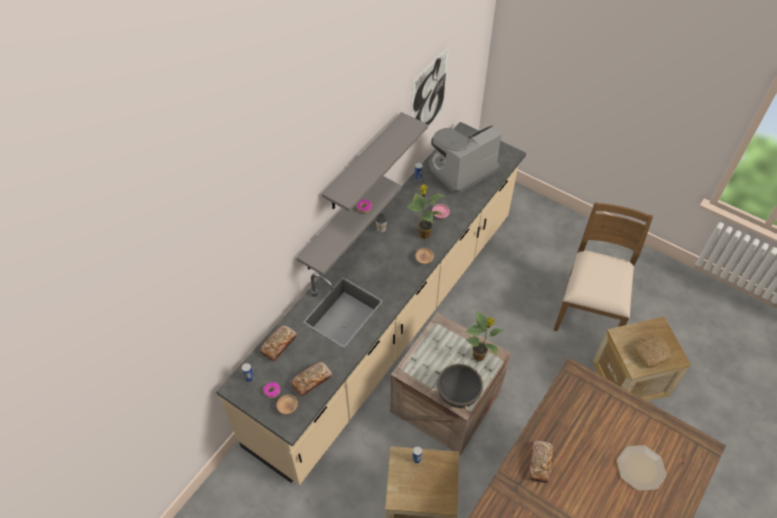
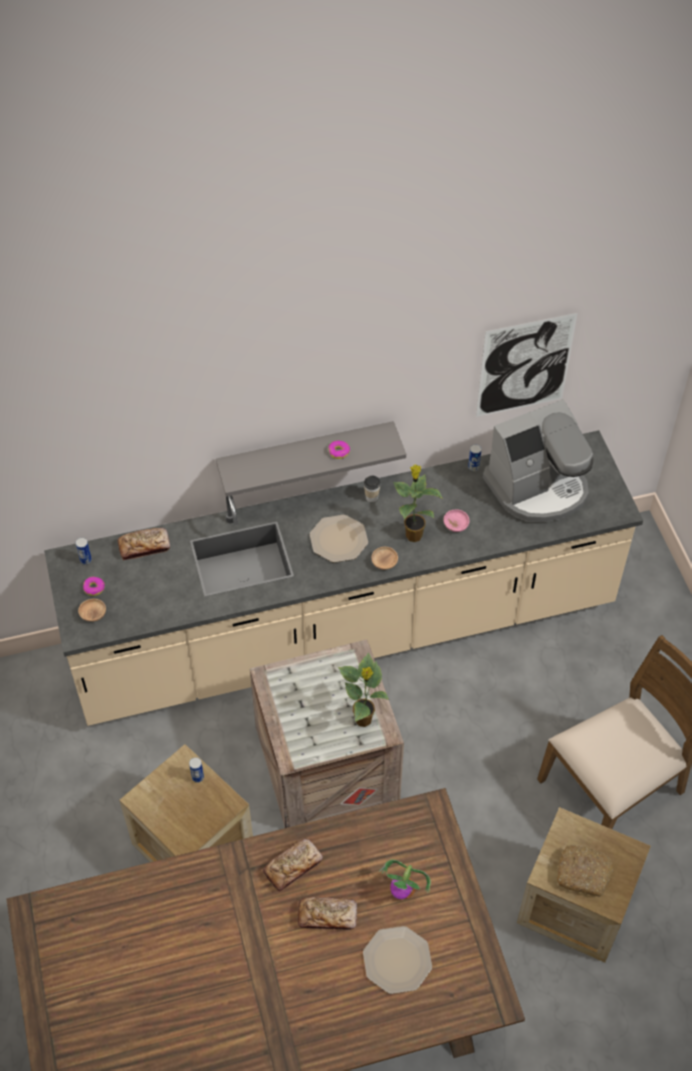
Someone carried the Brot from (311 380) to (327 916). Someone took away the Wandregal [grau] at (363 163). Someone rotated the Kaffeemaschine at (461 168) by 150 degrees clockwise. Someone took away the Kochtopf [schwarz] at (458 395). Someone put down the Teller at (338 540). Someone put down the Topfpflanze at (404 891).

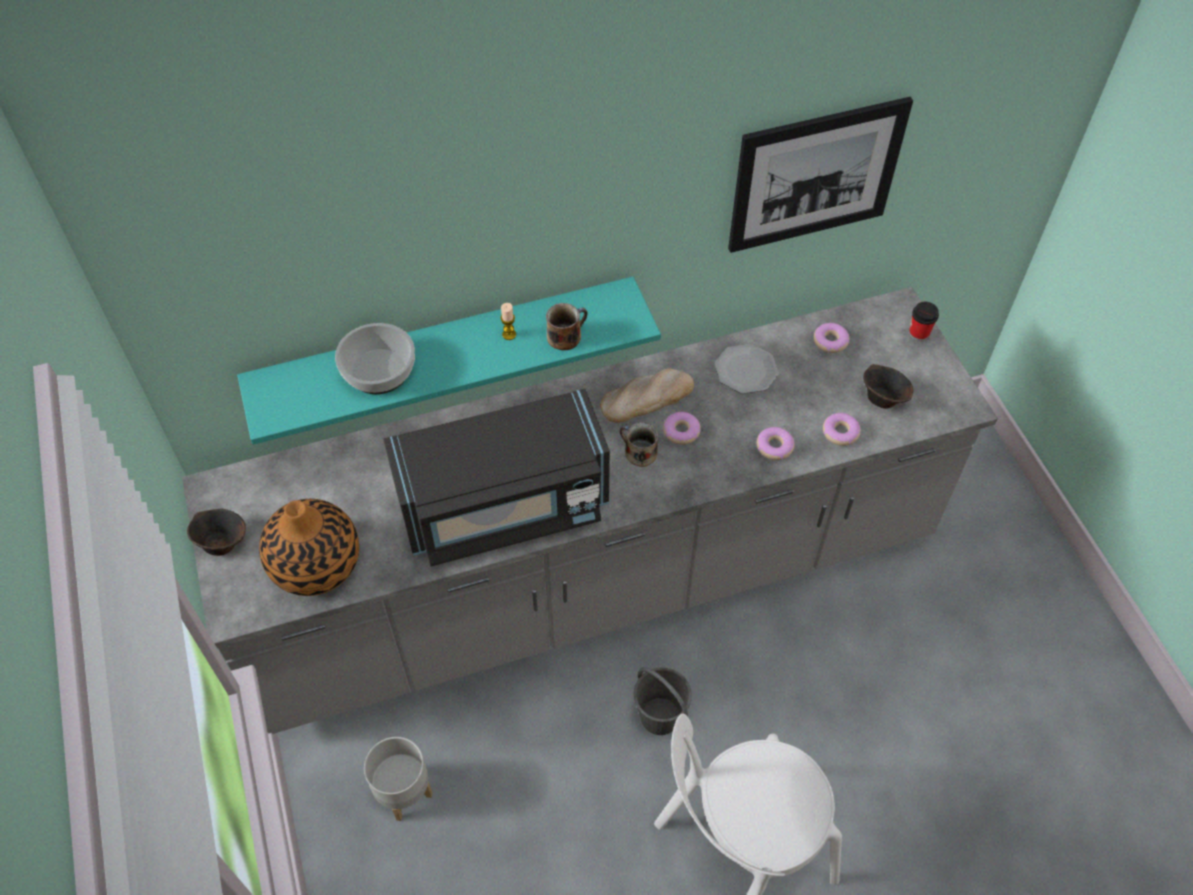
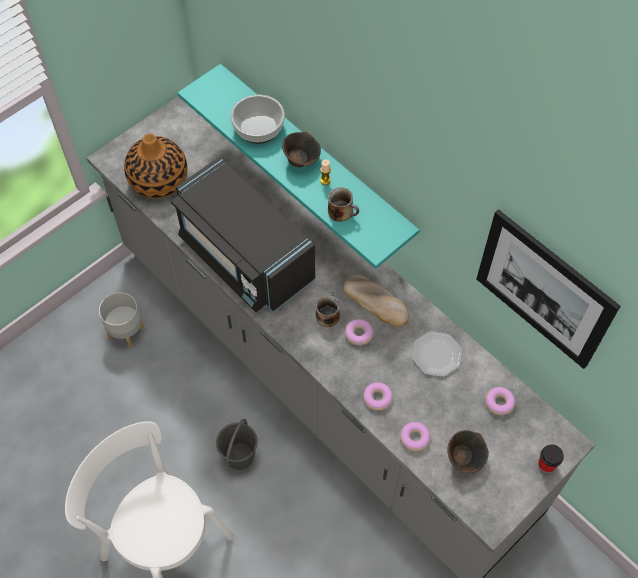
Someone carried the Schüssel [braun] from (222 542) to (301 159).

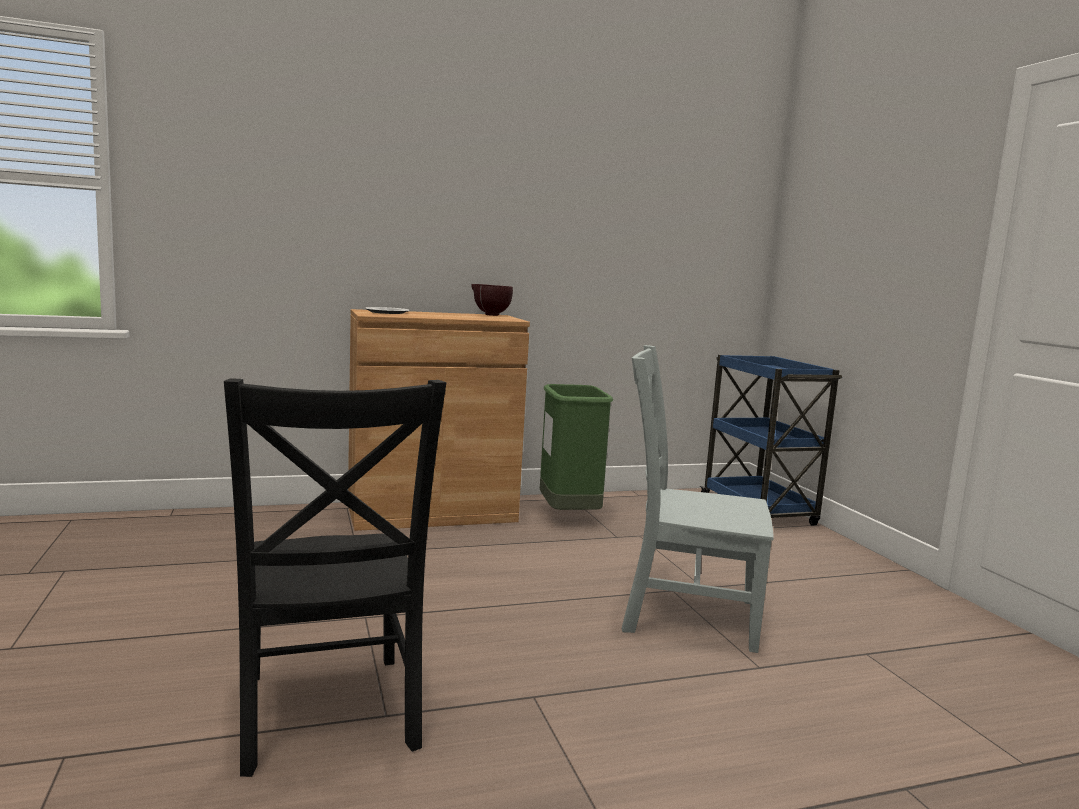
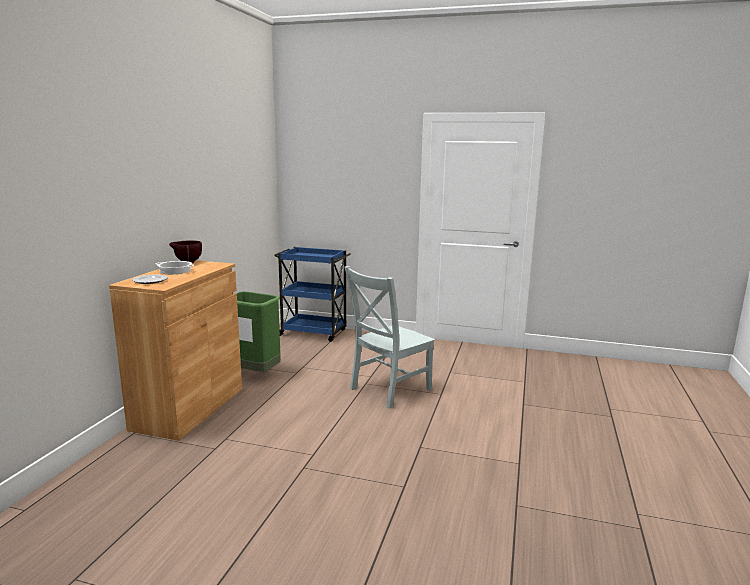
Someone took away the Stuhl [schwarz] at (327 716). Someone put down the Kochtopf at (175 271).

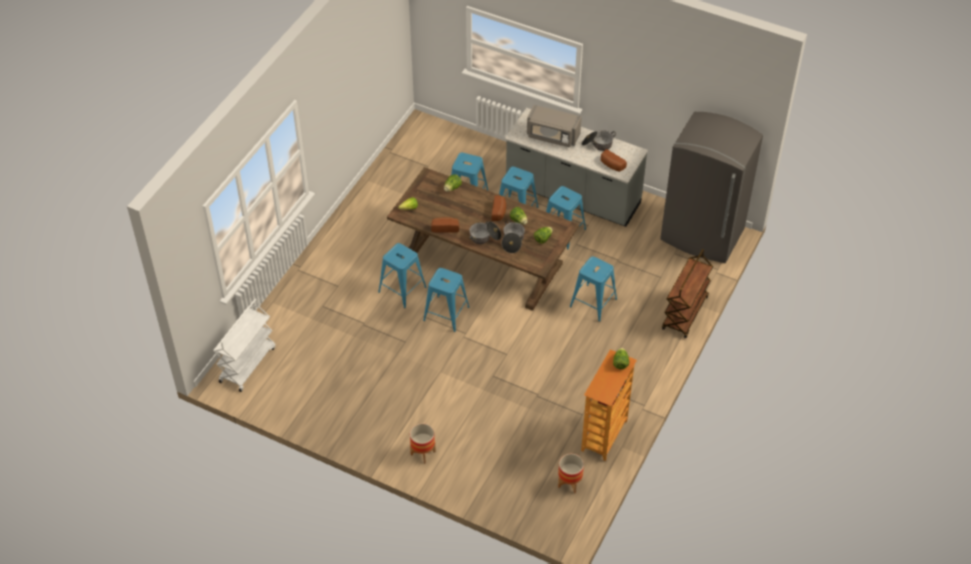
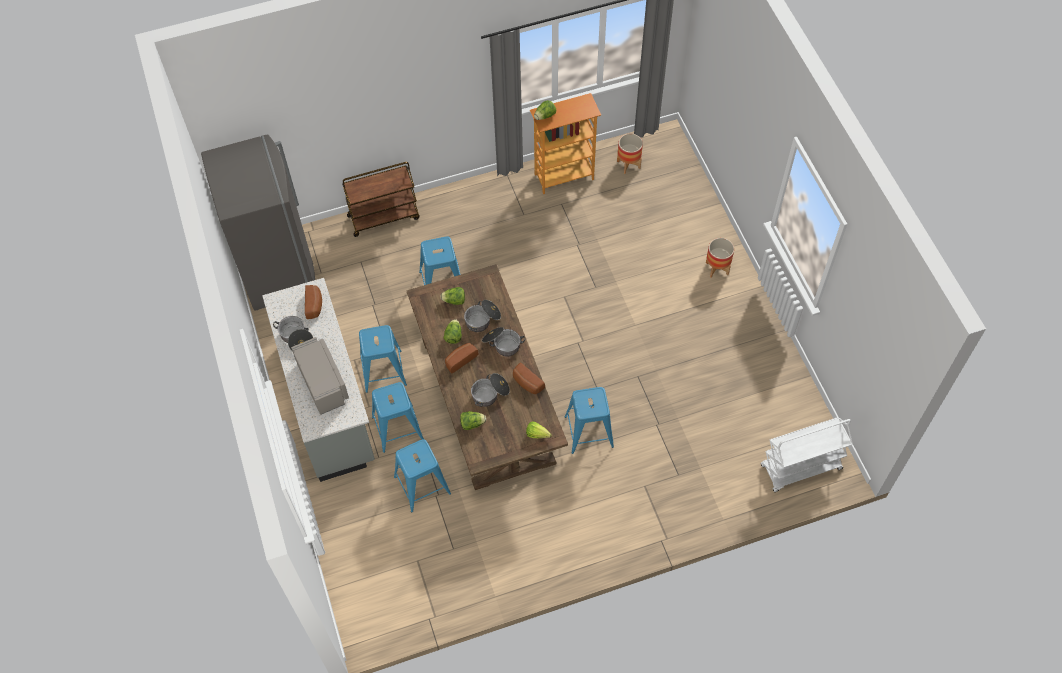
Someone took away the Hocker [blau] at (446 313). Someone put down the Kochtopf at (490 394).

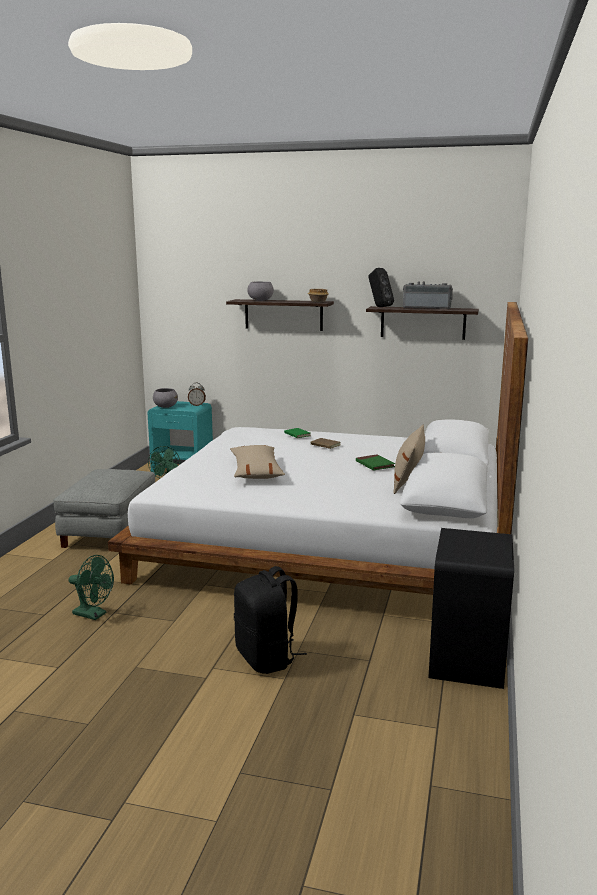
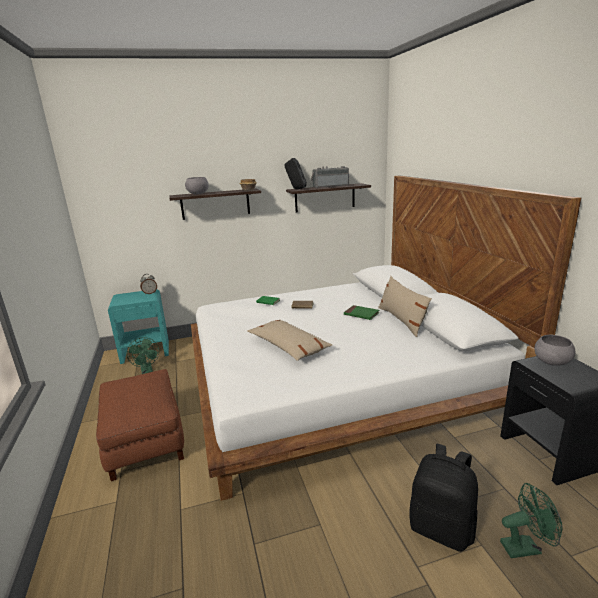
Someone repainted the Polsterhocker [grau] at (110 532), which became the Polsterhocker [braun] at (144 441). Someone carried the Ventilator [grün] from (94 615) to (525 546). Someone carried the Schüssel [grau] from (165 407) to (551 362).

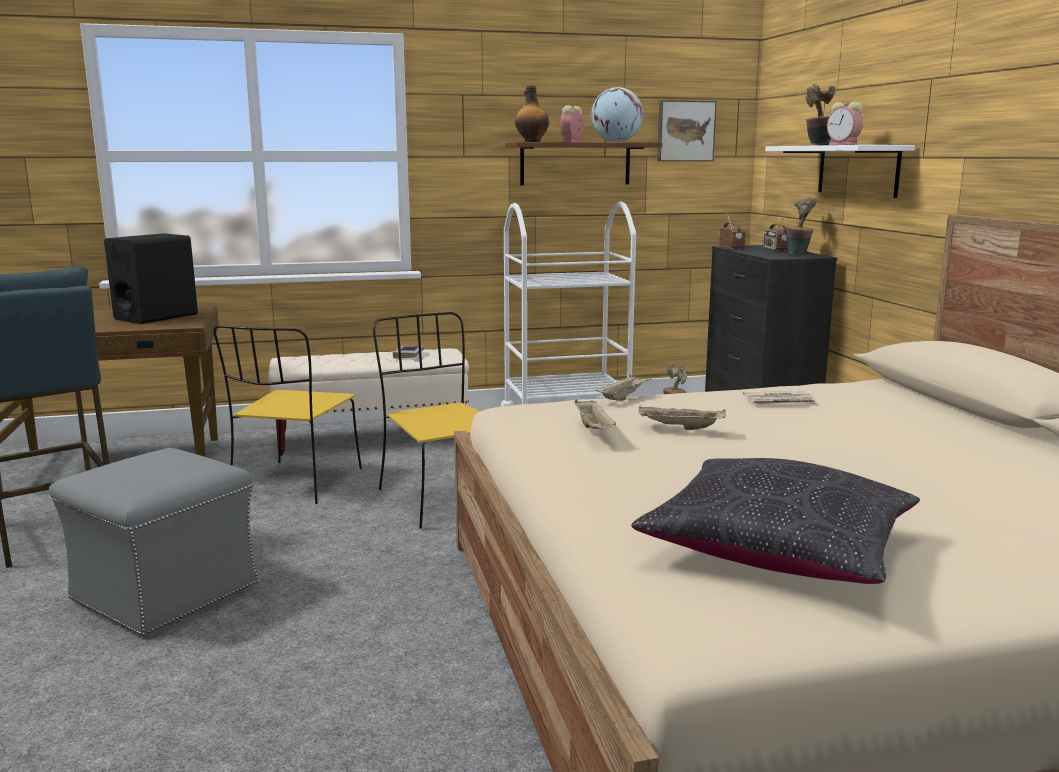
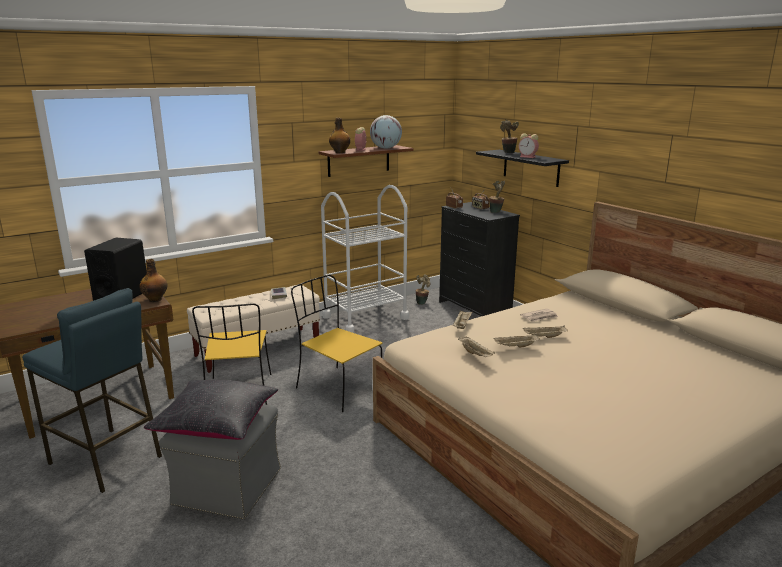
Someone carried the Kissen [schwarz] from (777 550) to (216 423). Someone took away the Bild at (685 131). Someone repainted the Wandregal [weiß] at (857 170), which became the Wandregal [schwarz] at (531 167). Someone put down the Flasche at (155 299). Someone put down the Tablett [beige] at (544 337).

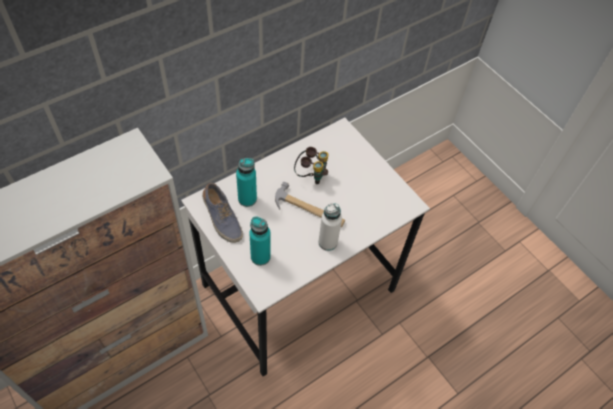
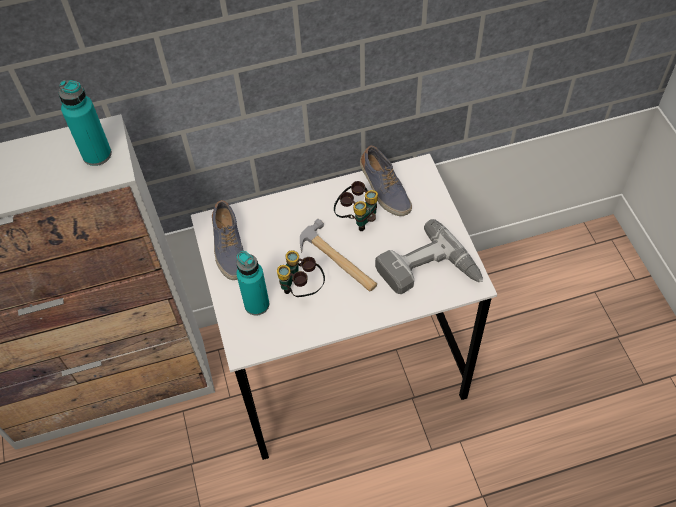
Someone carried the Flasche [türkis] from (247 199) to (97 154). Someone took away the Flasche [weiß] at (328 242). Someone put down the Fernglas at (301 290). Someone put down the Schuh at (384 190). Someone put down the Bohrmaschine at (428 273).

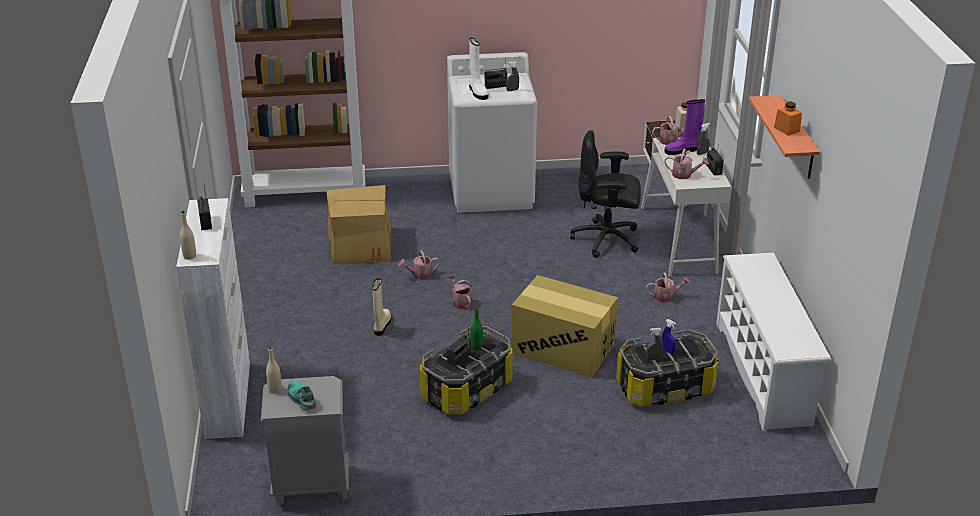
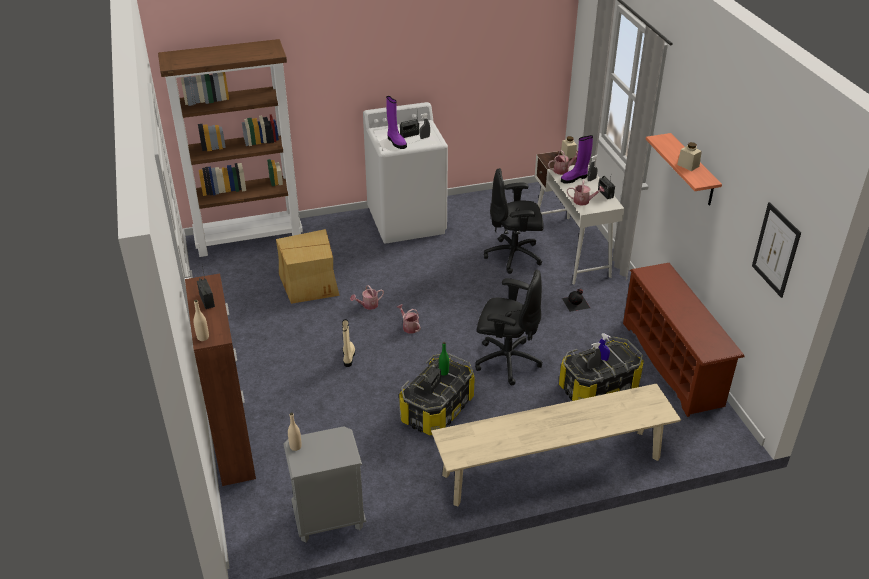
Someone repainted the Schrank [weiß] at (228 399), which became the Schrank [braun] at (233 444). Someone took away the Schuh [türkis] at (301 399). Someone repainted the Stiefel [weiß] at (477 92), which became the Stiefel [lila] at (396 142). Someone swapped the Karton at (563 349) for the Bürostuhl [schwarz] at (506 361). Someone swapped the Gießkanne at (666 297) for the Flasche [schwarz] at (576 303). Someone repainted the Schuhregal [weiß] at (764 373), which became the Schuhregal [braun] at (673 363). Someone repainted the Vorratsglas [orange] at (786 129), which became the Vorratsglas [beige] at (688 165). Someone put down the Bank [beige] at (552 467). Someone put up the Bild at (776 250).

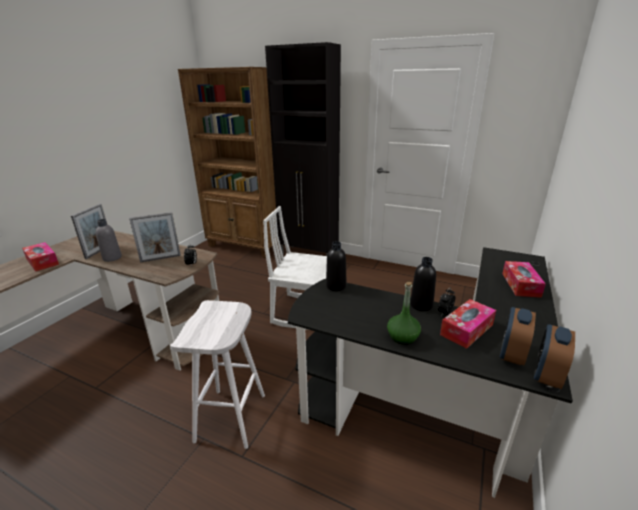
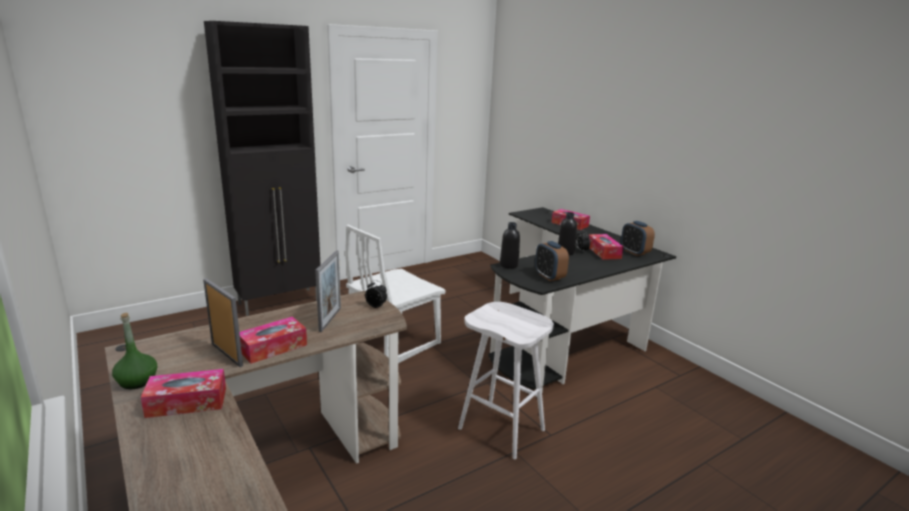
Someone swapped the Flasche [grau] at (112 258) for the Taschentuchbox at (273 347). Someone took away the Bücherregal [braun] at (246 245). Someone carried the Flasche [grün] from (402 337) to (137 381). Someone carried the Wecker from (547 375) to (549 276).

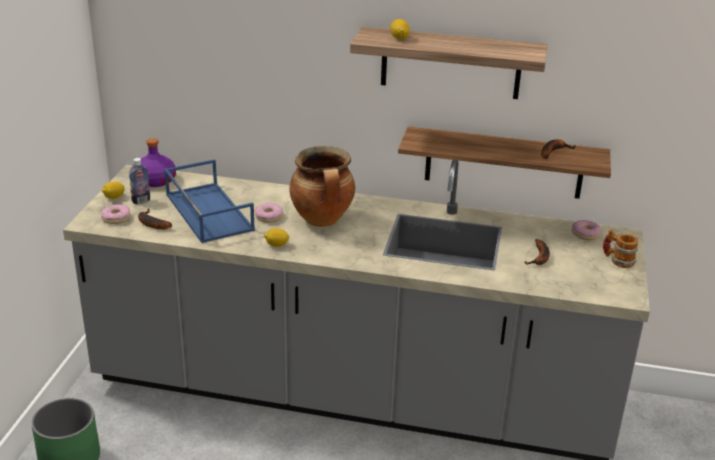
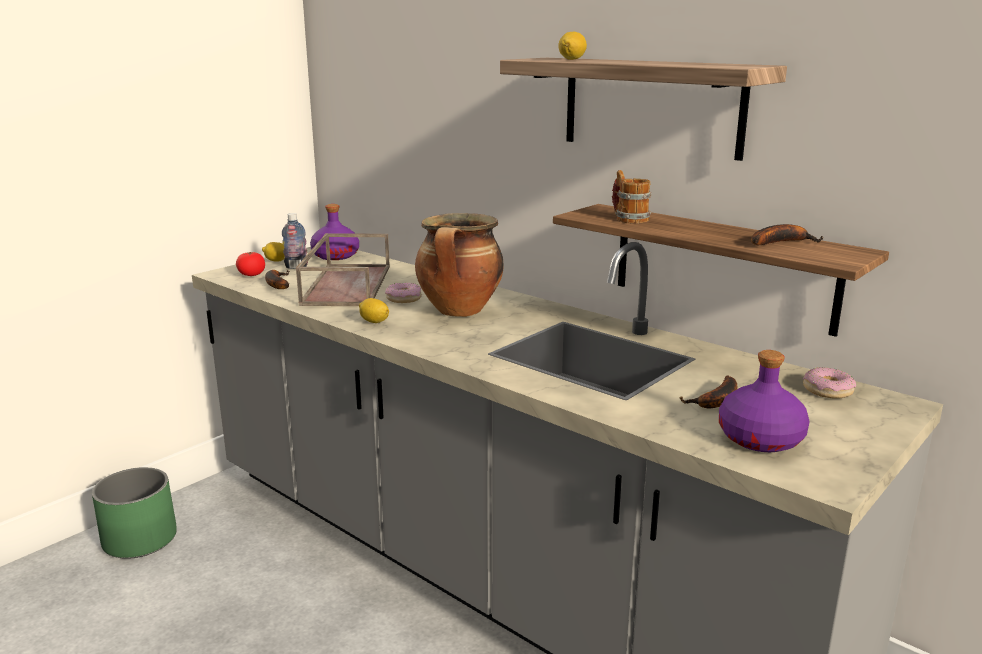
Someone swapped the Donut at (116 218) for the Tomate at (251 275). Someone repainted the Tablett [blau] at (207 212), which became the Tablett [braun] at (346 284). Someone carried the Henkelbecher from (617 260) to (628 218). Someone put down the Flasche [lila] at (760 439).

